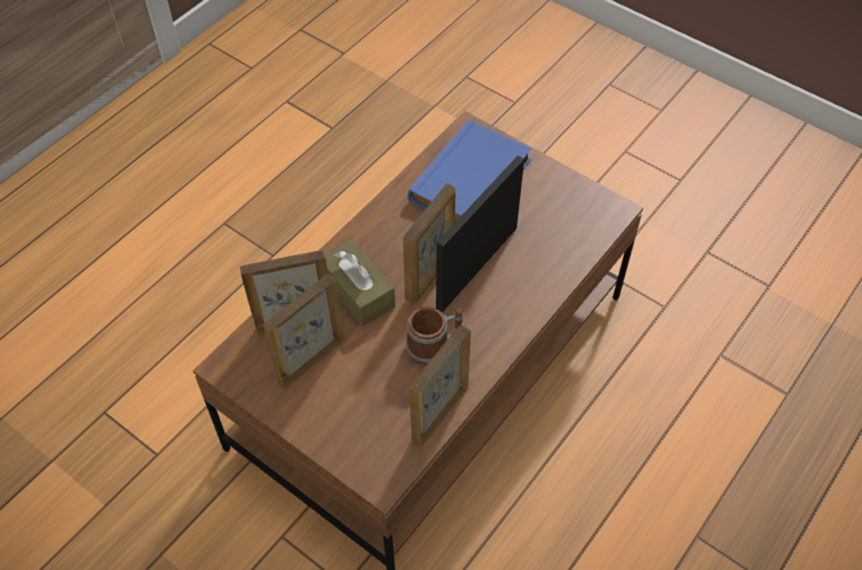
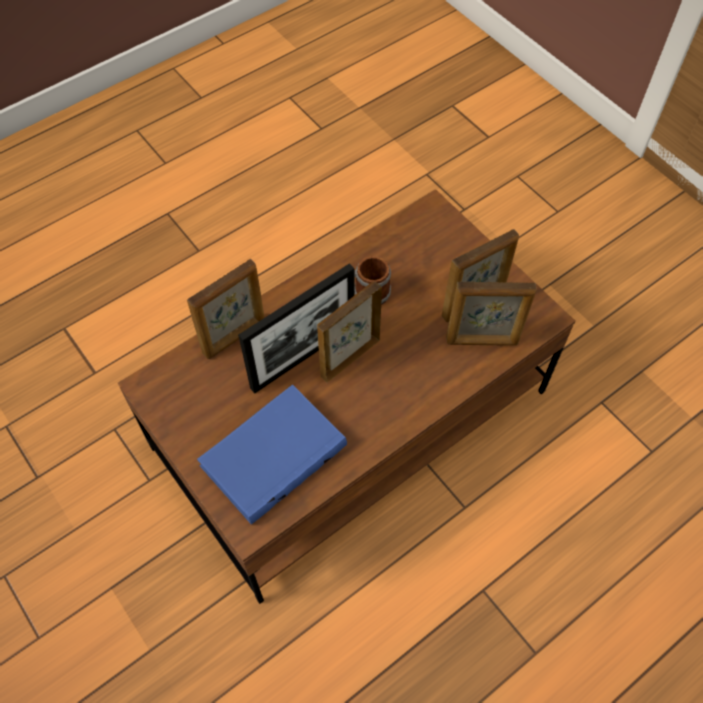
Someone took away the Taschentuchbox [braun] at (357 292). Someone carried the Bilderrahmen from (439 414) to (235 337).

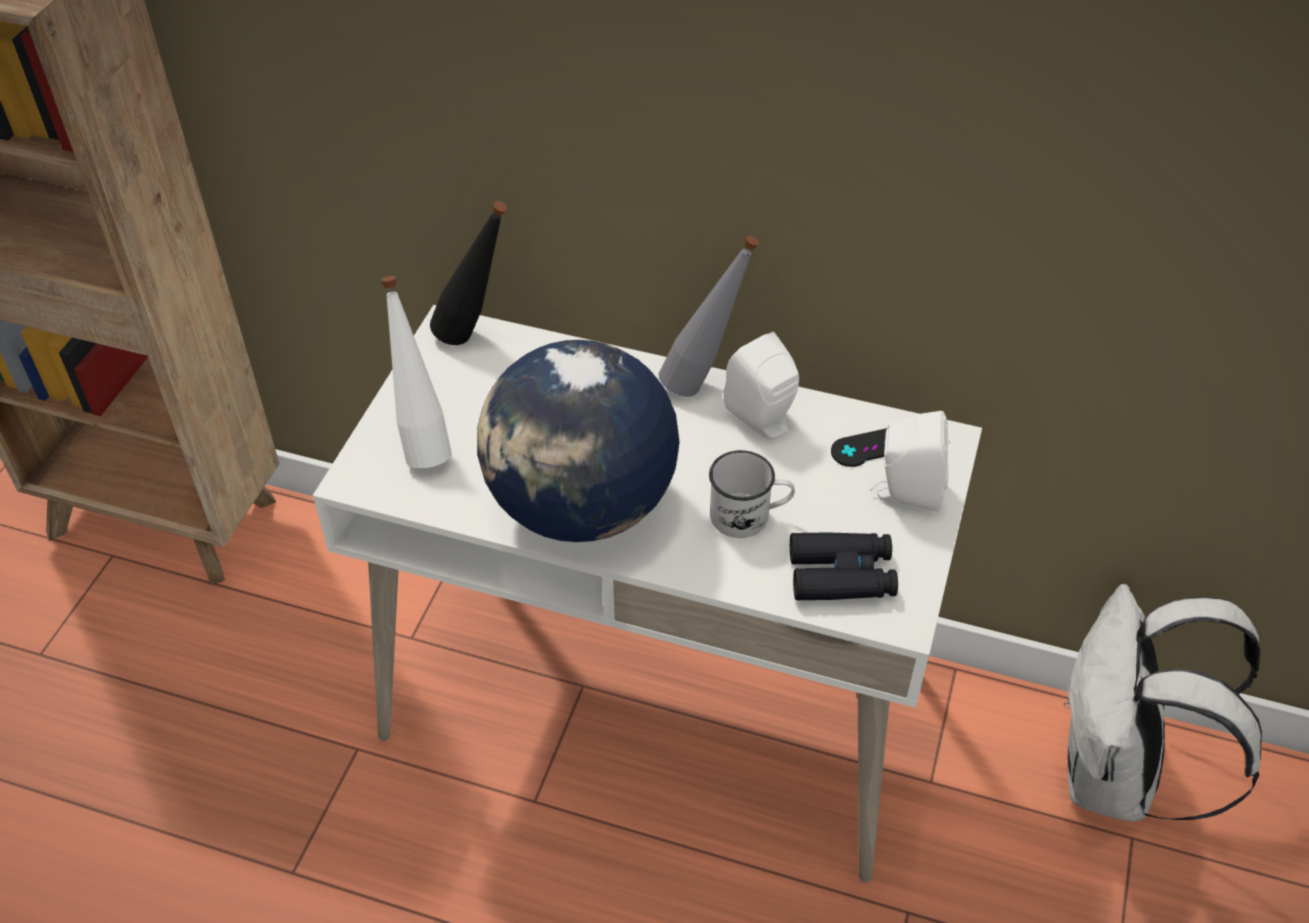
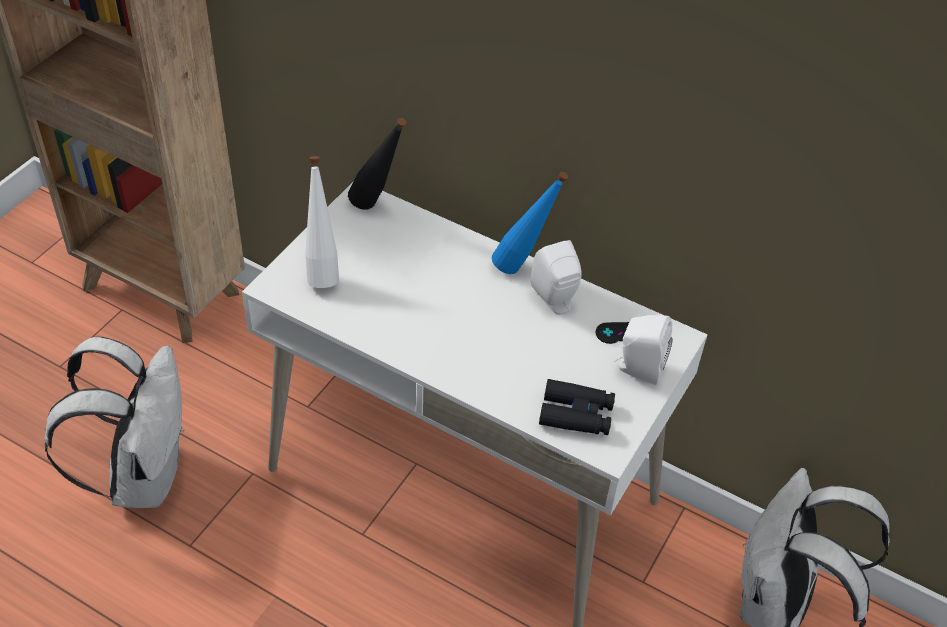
Someone took away the Globus at (582 507). Someone repainted the Flasche [grau] at (704 383), which became the Flasche [blau] at (523 266). Someone took away the Henkelbecher [weiß] at (749 516). Someone put down the Rucksack [weiß] at (143 474).

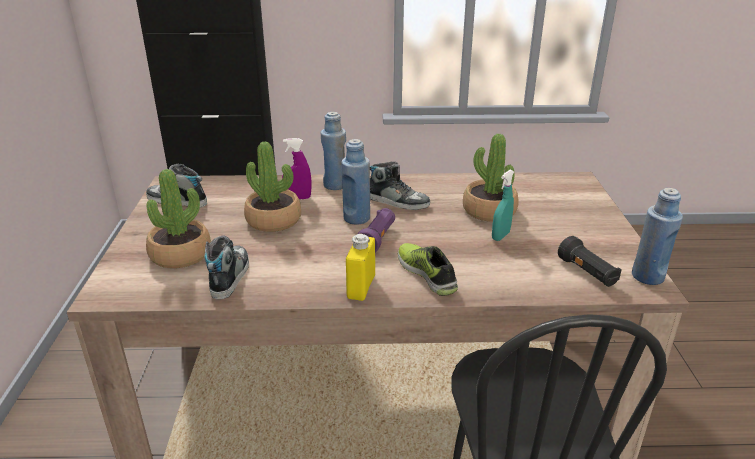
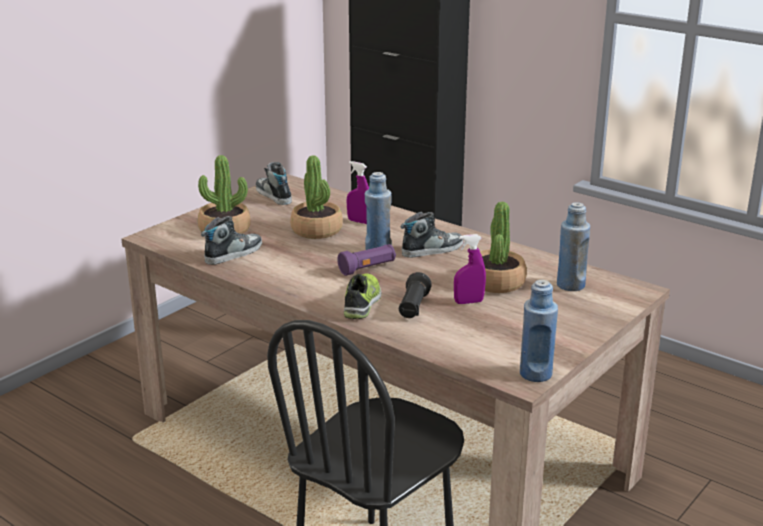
Someone carried the Flasche [blau] from (335 185) to (570 285). Someone took away the Flasche [gelb] at (361 287). Someone rotated the Schuh at (397 201) by 90 degrees counterclockwise. Someone repainted the Sprühflasche [türkis] at (500 236), which became the Sprühflasche [lila] at (468 302). Someone carried the Taschenlampe [schwarz] from (587 273) to (413 307).

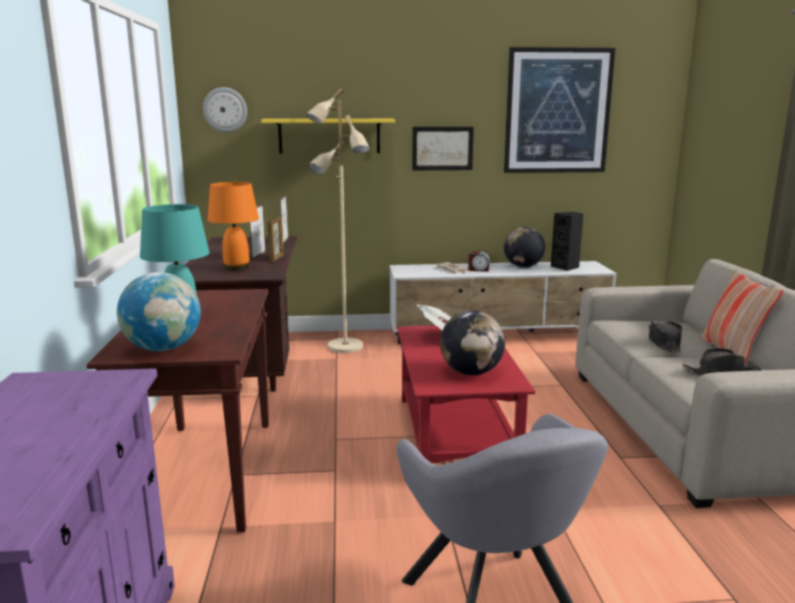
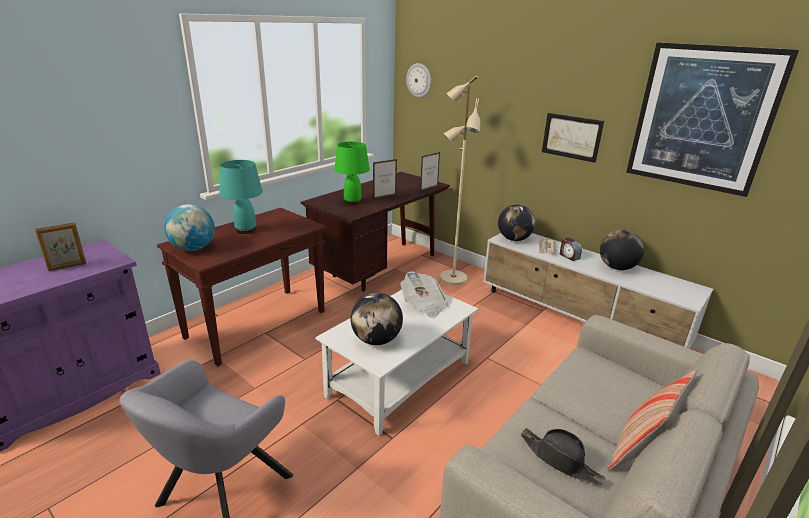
Someone repainted the Tischlampe [orange] at (236 267), which became the Tischlampe [grün] at (352 202). Someone took away the Wandregal [gelb] at (329 136). Someone carried the Bilderrahmen from (277 259) to (67 266). Someone repainted the Couchtisch [rot] at (456 436), which became the Couchtisch [weiß] at (399 380). Someone took away the Lautsprecher [schwarz] at (566 267). Someone took away the Hut [schwarz] at (664 343). Someone put down the Globus at (514 239).

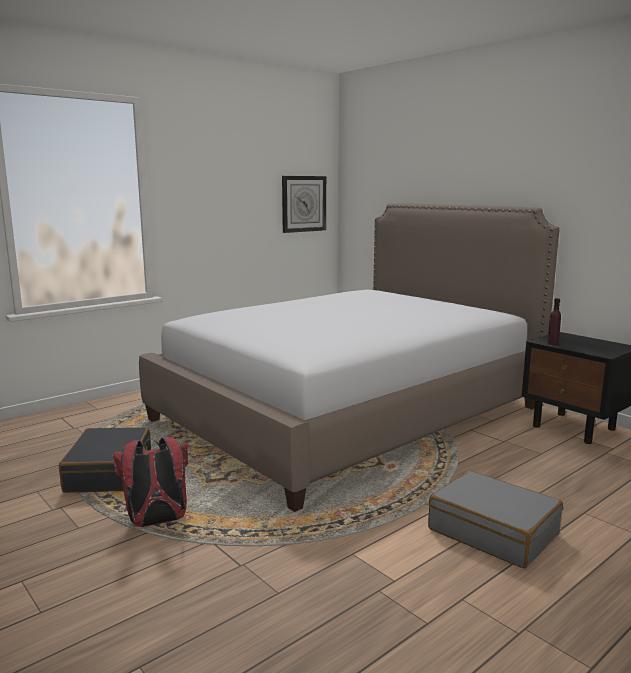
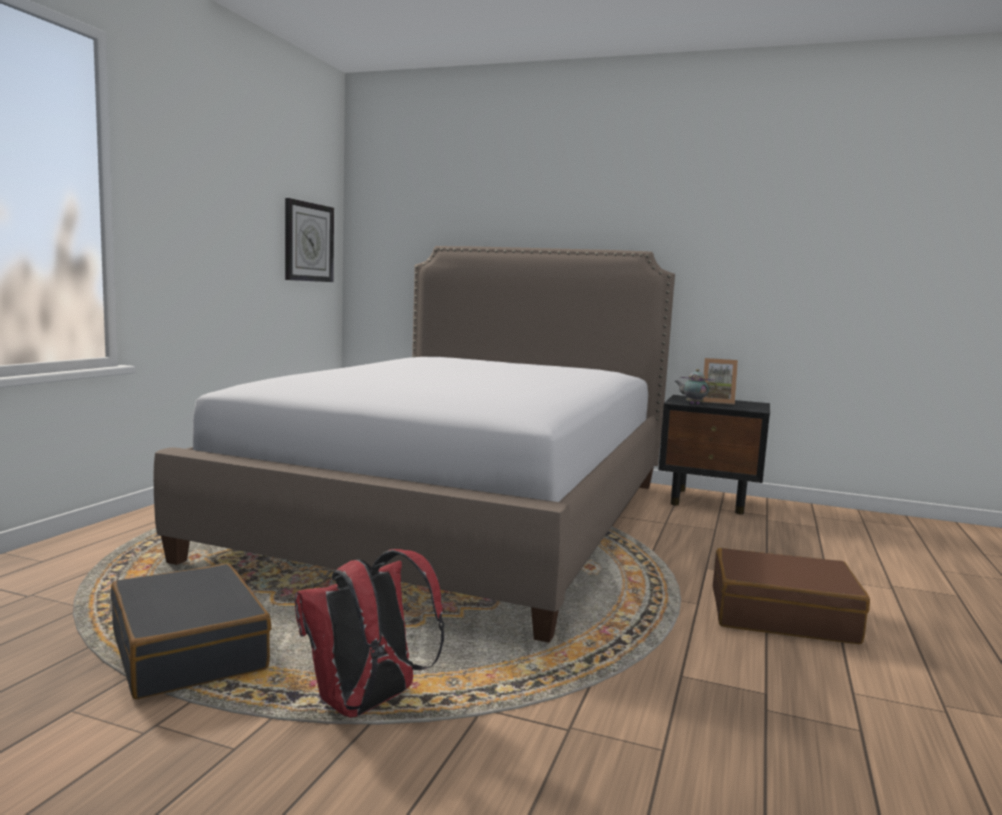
Someone repainted the Koffer [grau] at (493 532), which became the Koffer [braun] at (782 615). Someone swapped the Flasche [lila] at (553 344) for the Teekanne at (693 404). Someone put down the Bilderrahmen at (717 402).

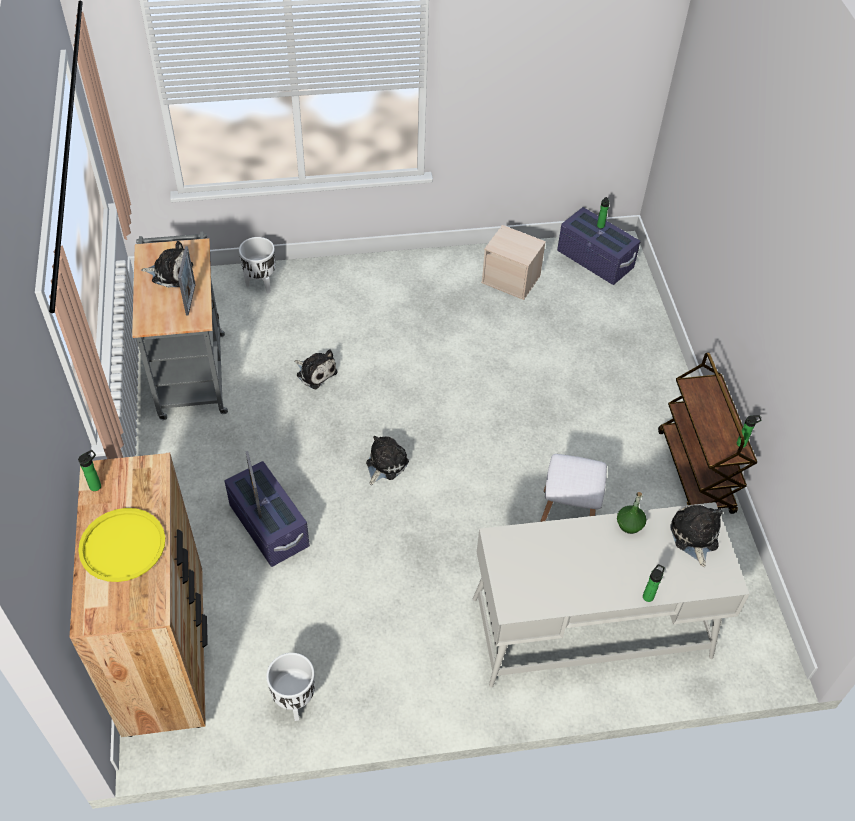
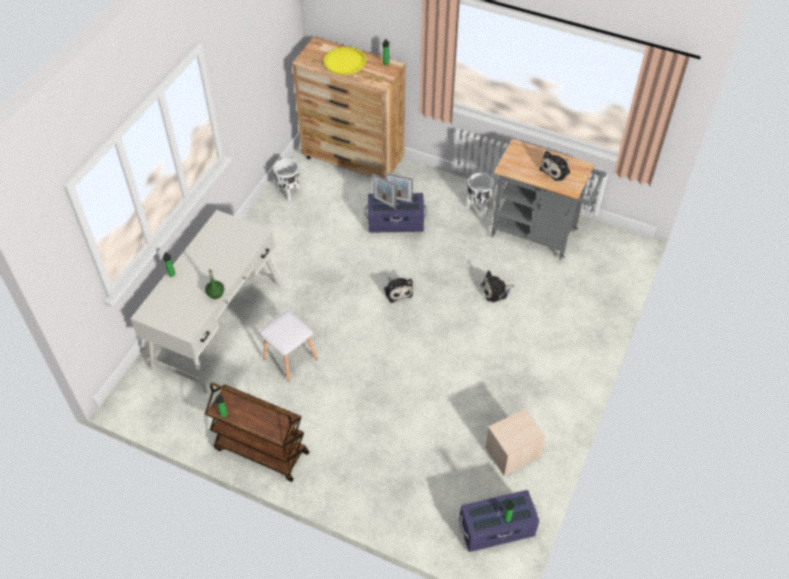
Someone carried the Bilderrahmen from (190 299) to (384 203). Someone carried the Pflanzkübel [weiß] from (261 284) to (478 207). Someone took away the Plüschtier at (694 537).

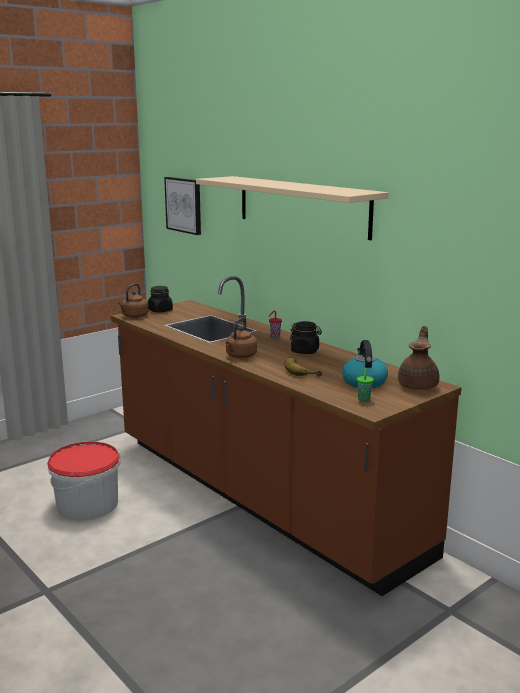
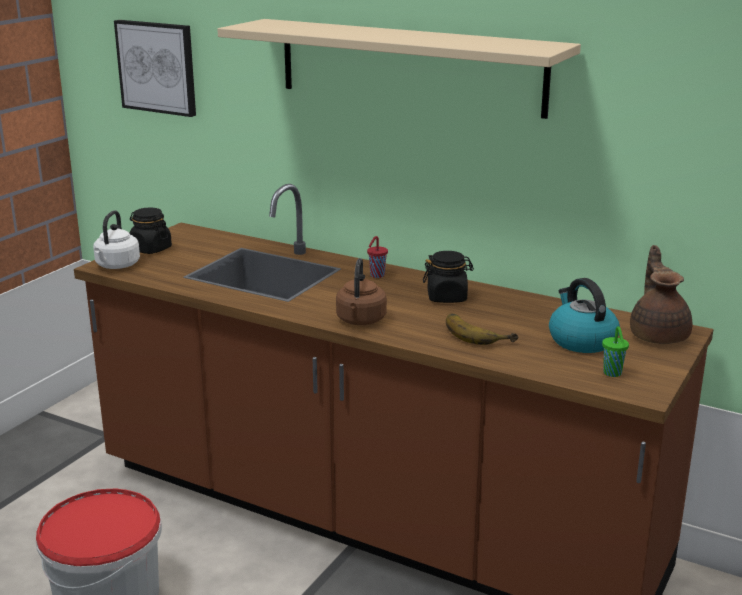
Someone repainted the Wasserkessel [braun] at (134 316), which became the Wasserkessel [weiß] at (116 266).

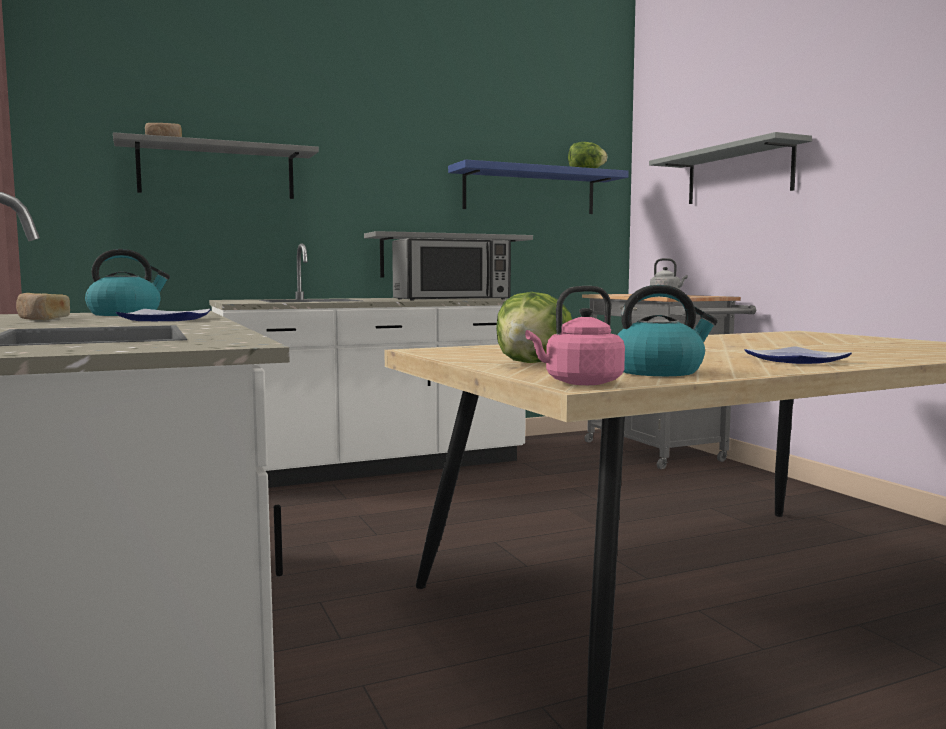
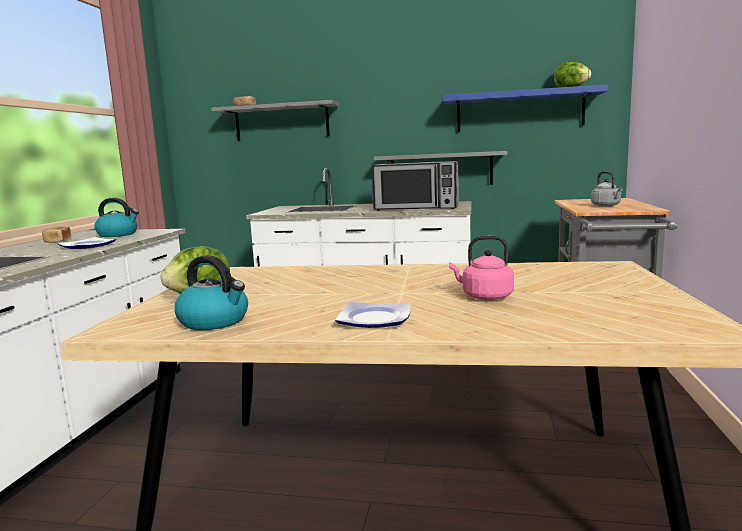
Someone carried the Wasserkessel [rosa] from (579 383) to (484 297). Someone took away the Wandregal [grau] at (738 174).

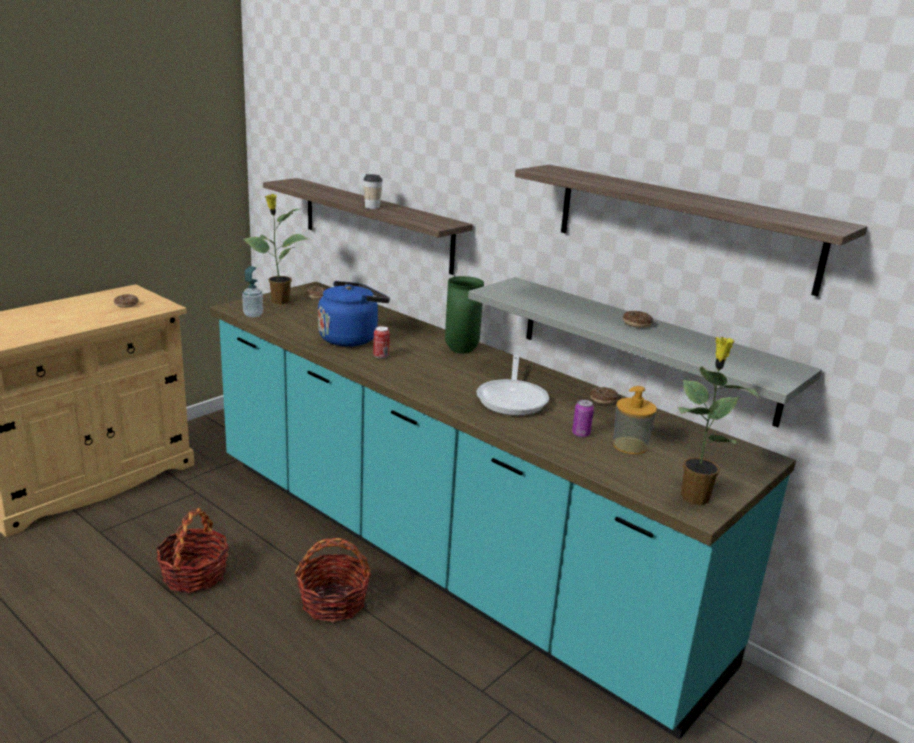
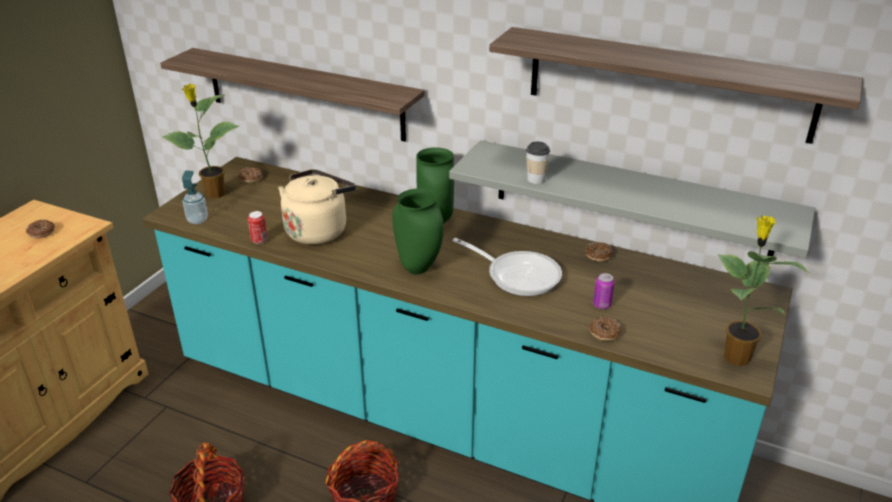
Someone repainted the Wasserkessel [blau] at (351 338), which became the Wasserkessel [beige] at (318 230). Someone carried the Tasse from (372 207) to (536 179). Someone carried the Dose from (381 356) to (259 240). Someone rotated the Pfanne at (513 399) by 45 degrees counterclockwise. Someone took away the Seifenspender at (630 445). Someone carried the Donut from (637 324) to (604 333). Someone put down the Vase [grün] at (419 268).

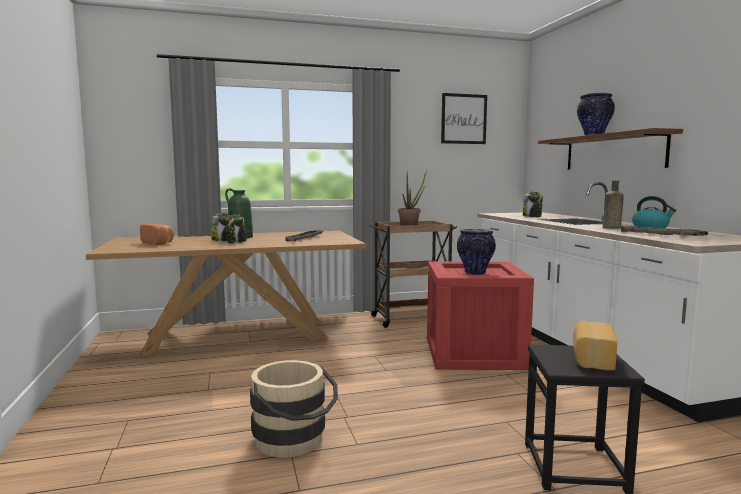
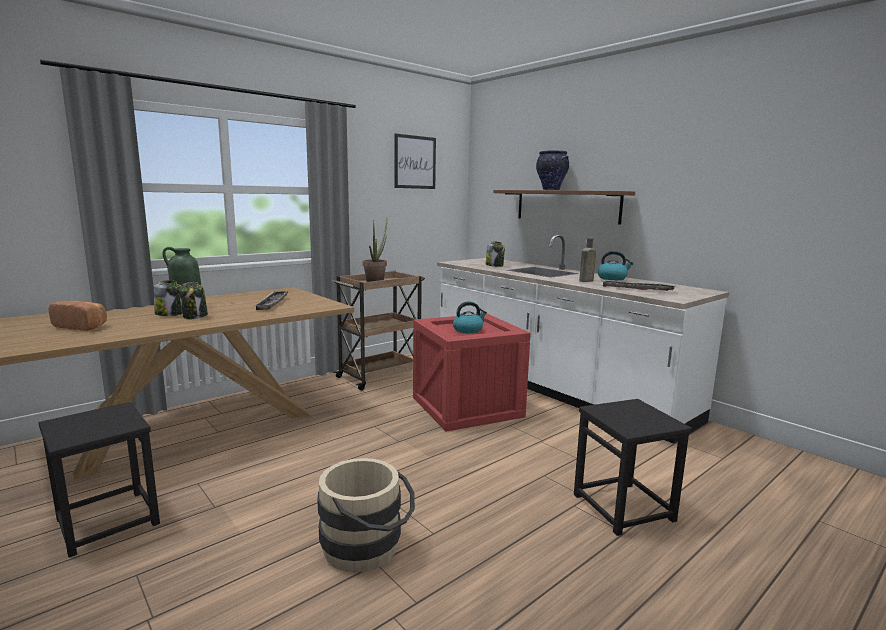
Someone swapped the Vase at (475 273) for the Wasserkessel at (468 330). Someone took away the Brot at (591 359). Someone put down the Hocker [schwarz] at (107 521).

